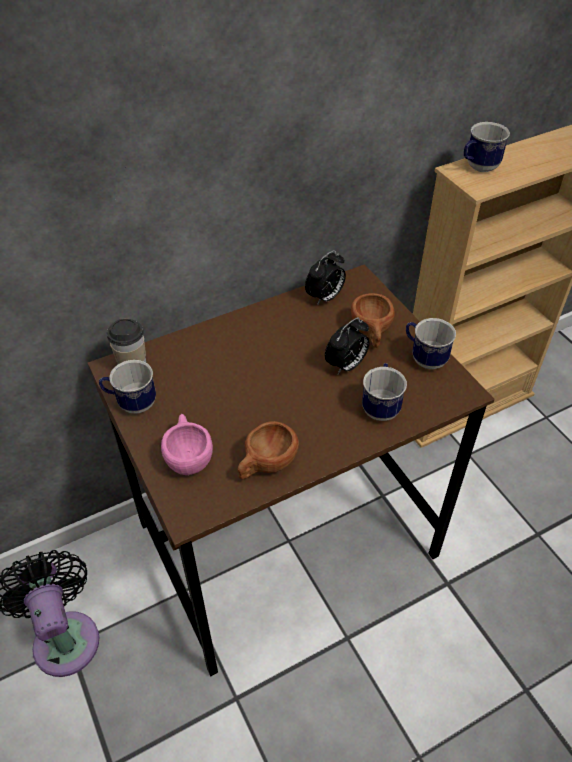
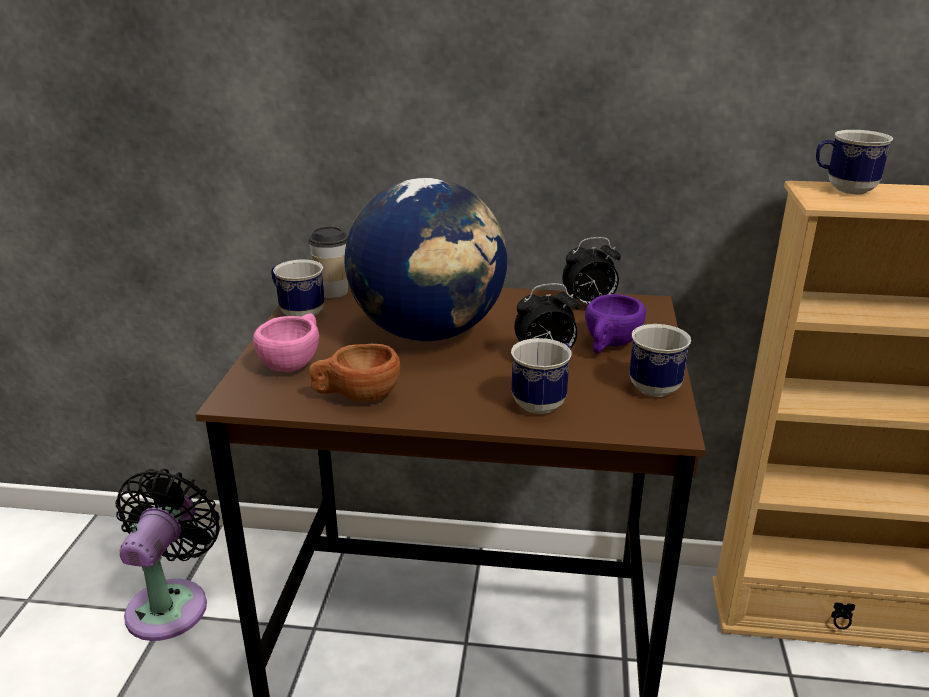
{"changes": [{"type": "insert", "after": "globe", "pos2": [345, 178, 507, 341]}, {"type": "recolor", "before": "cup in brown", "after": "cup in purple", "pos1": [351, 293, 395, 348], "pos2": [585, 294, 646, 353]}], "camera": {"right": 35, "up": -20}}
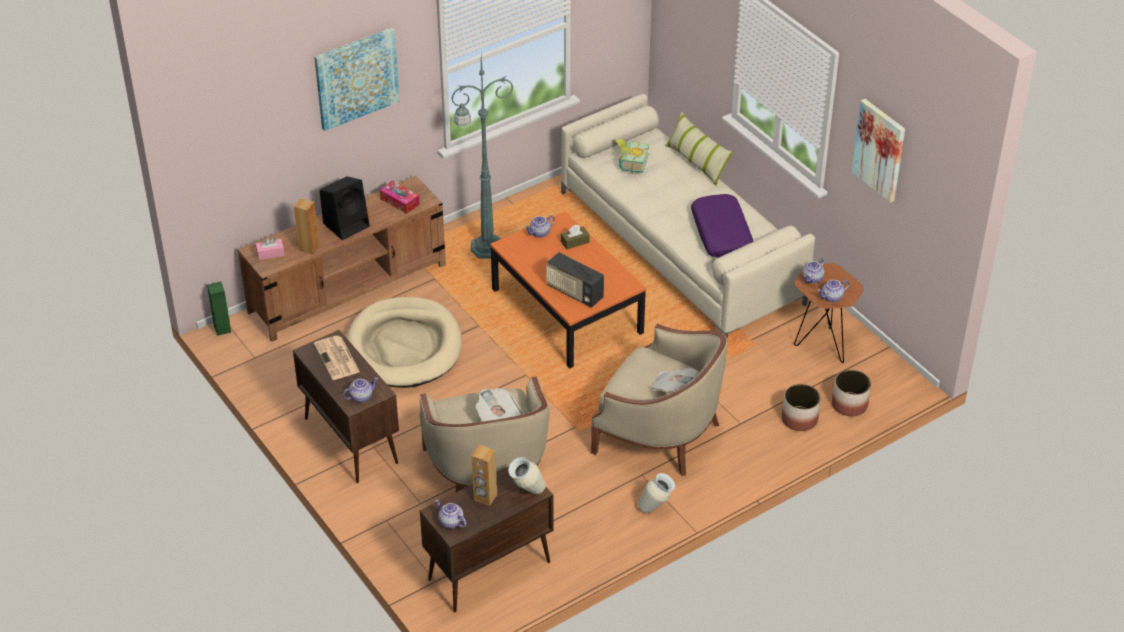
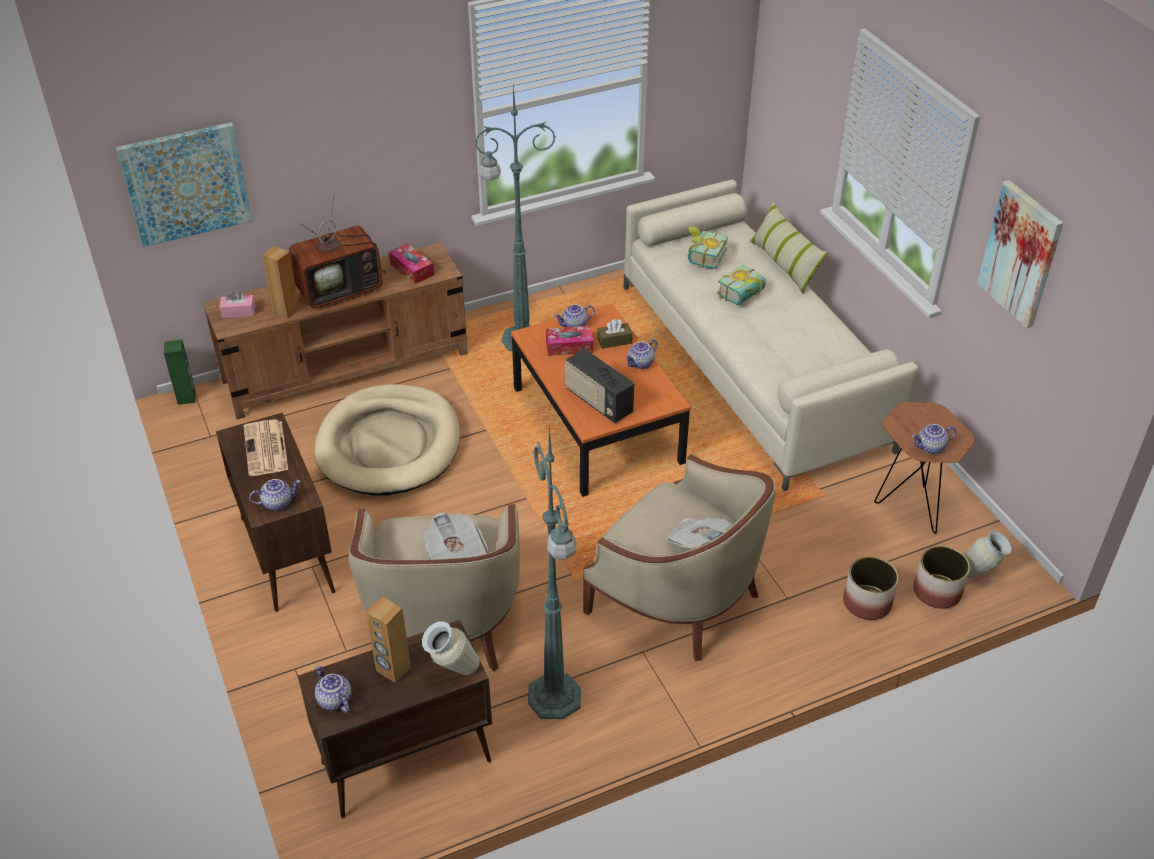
{"changes": [{"type": "move", "before": "wall art", "pos1": [314, 28, 400, 131], "pos2": [116, 122, 252, 247]}, {"type": "replace", "before": "loudspeaker in black", "after": "TV", "pos1": [320, 176, 370, 240], "pos2": [289, 194, 387, 308]}, {"type": "insert", "after": "standing lamp in green", "pos2": [528, 425, 581, 719]}, {"type": "insert", "after": "tissue holder", "pos2": [546, 326, 594, 356]}, {"type": "move", "before": "tea pot", "pos1": [802, 258, 824, 284], "pos2": [625, 339, 658, 369]}, {"type": "insert", "after": "book", "pos2": [717, 265, 766, 305]}, {"type": "move", "before": "decorative vase", "pos1": [638, 473, 675, 513], "pos2": [964, 531, 1012, 578]}, {"type": "delete", "before": "cushion in purple", "pos1": [691, 194, 753, 258]}], "camera": {"right": 10, "up": 0}}
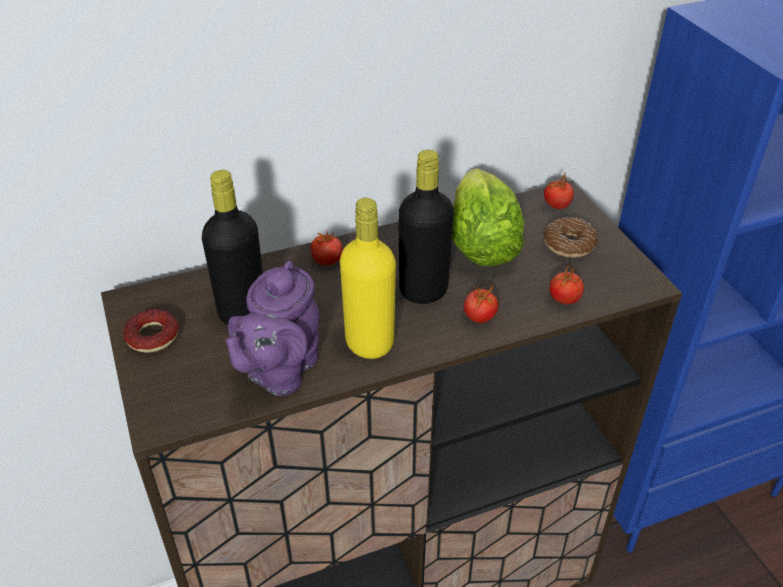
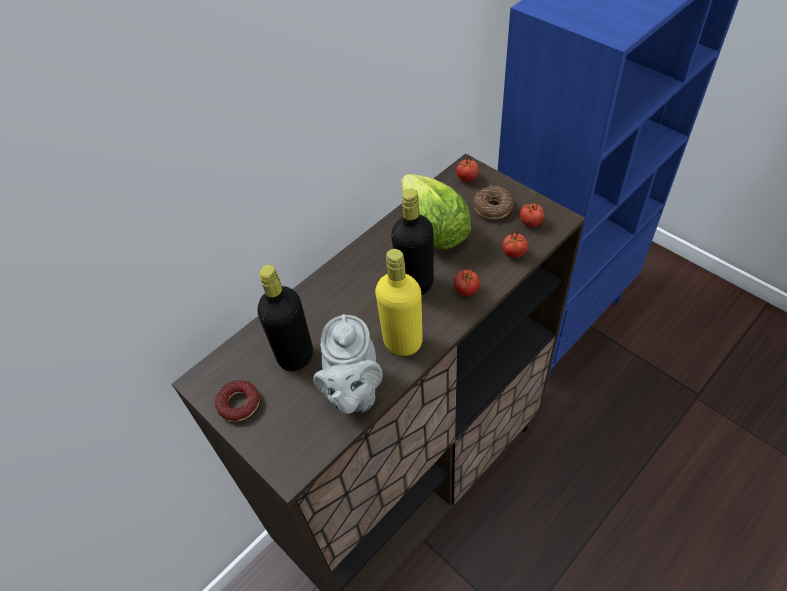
{"changes": [{"type": "recolor", "before": "tea pot in purple", "after": "tea pot in gray", "pos1": [226, 261, 320, 396], "pos2": [313, 314, 382, 414]}, {"type": "move", "before": "fresh tomato", "pos1": [311, 230, 343, 266], "pos2": [520, 201, 544, 227]}], "camera": {"right": -20, "up": 10}}
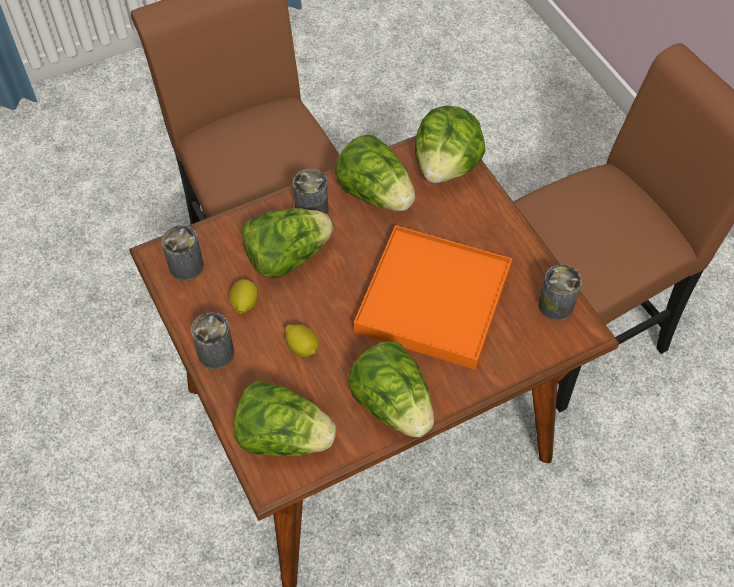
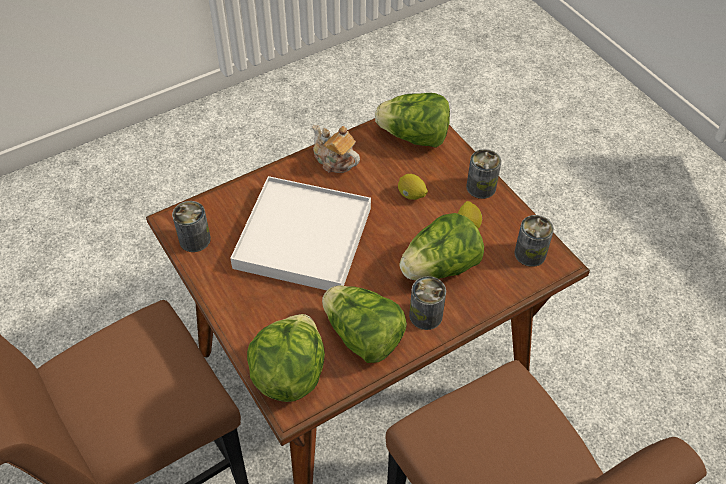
{"changes": [{"type": "recolor", "before": "tray in orange-coloured", "after": "tray in white-coloured", "pos1": [354, 225, 512, 370], "pos2": [230, 176, 371, 290]}, {"type": "replace", "before": "lettuce head", "after": "tea pot", "pos1": [348, 341, 434, 437], "pos2": [312, 125, 360, 173]}], "camera": {"right": 175, "up": -5}}
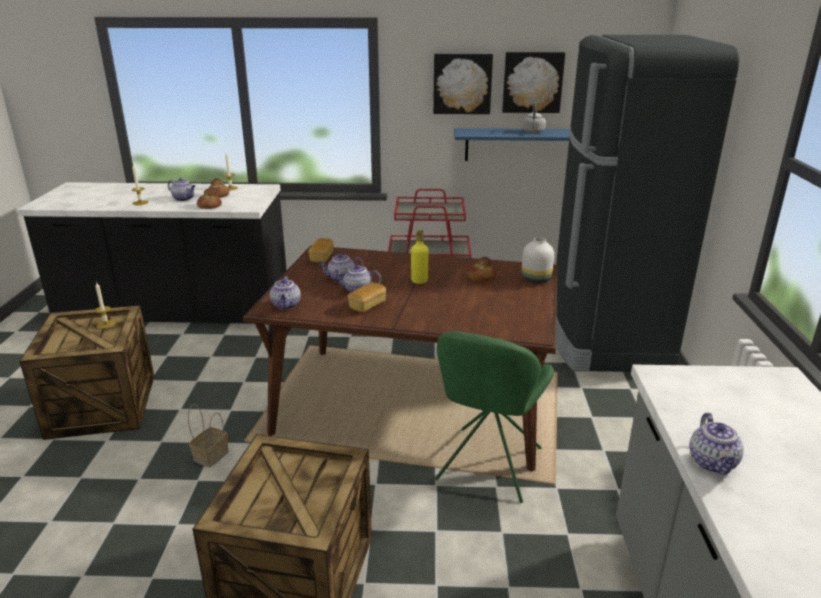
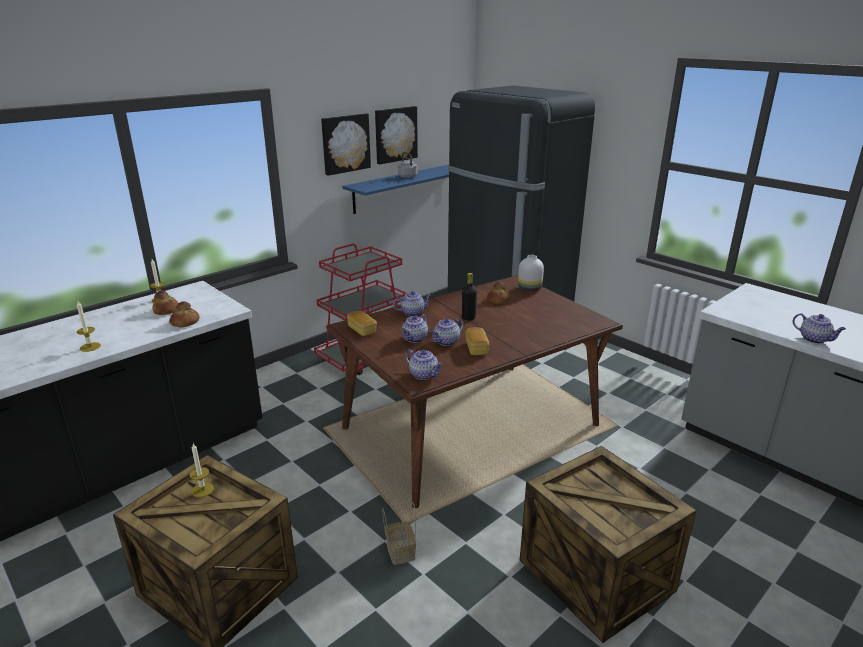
{"changes": [{"type": "move", "before": "tea pot", "pos1": [168, 178, 196, 201], "pos2": [393, 291, 432, 317]}, {"type": "recolor", "before": "beverage bottle in yellow-coloured", "after": "beverage bottle in black", "pos1": [411, 229, 429, 284], "pos2": [462, 273, 477, 321]}, {"type": "delete", "before": "plain chair in green", "pos1": [435, 331, 554, 503]}], "camera": {"right": -45, "up": 0}}
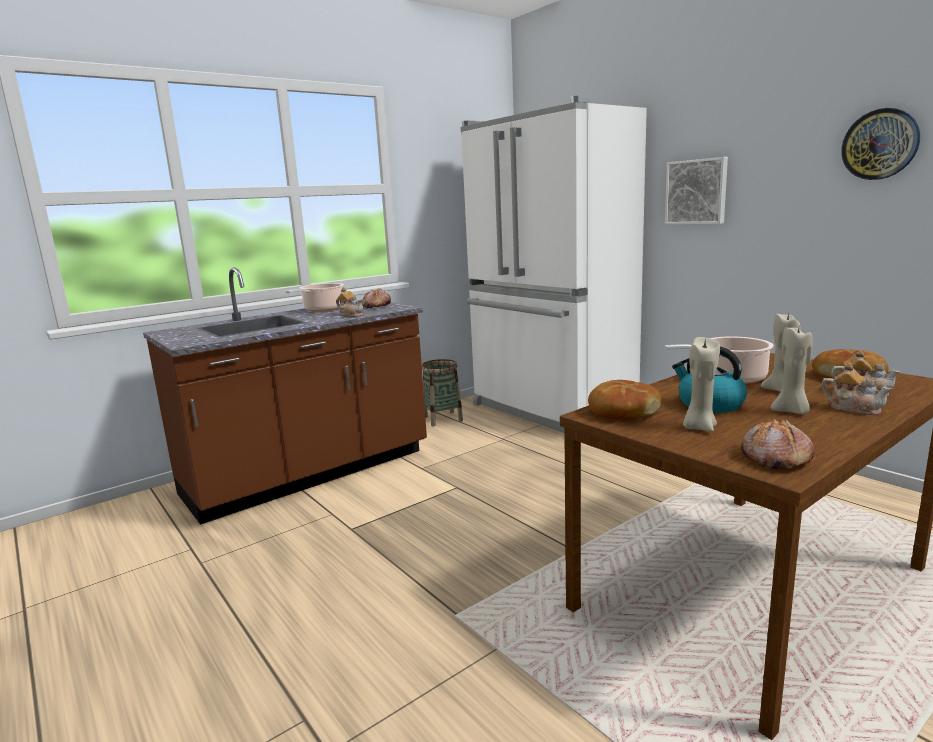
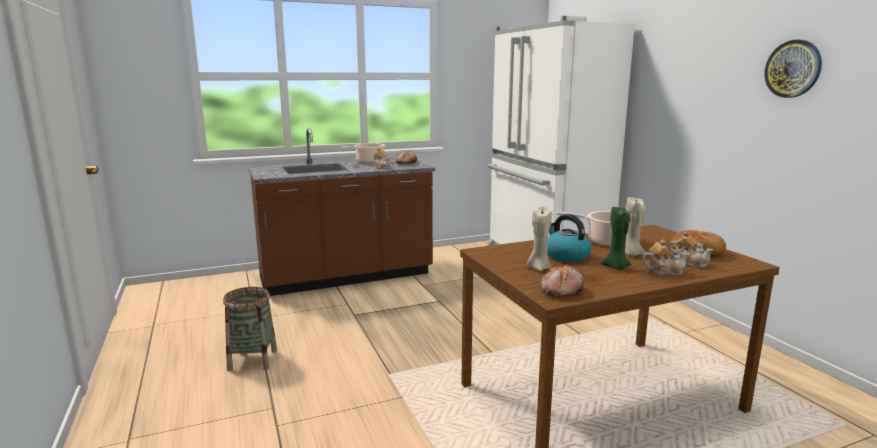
{"changes": [{"type": "move", "before": "basket", "pos1": [422, 359, 463, 426], "pos2": [223, 287, 277, 371]}, {"type": "recolor", "before": "wax light in beige-coloured", "after": "wax light in green", "pos1": [771, 328, 813, 414], "pos2": [600, 207, 632, 270]}, {"type": "rotate", "before": "tea pot", "pos1": [821, 363, 892, 415], "pos2": [642, 239, 689, 275], "turn": -60}, {"type": "delete", "before": "bakery bread", "pos1": [588, 380, 662, 420]}, {"type": "delete", "before": "wall art", "pos1": [665, 157, 728, 224]}], "camera": {"right": 15, "up": 0}}
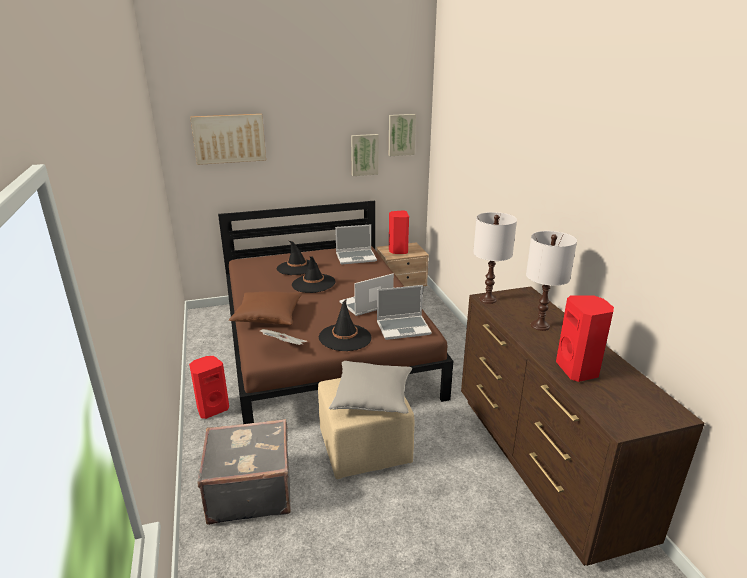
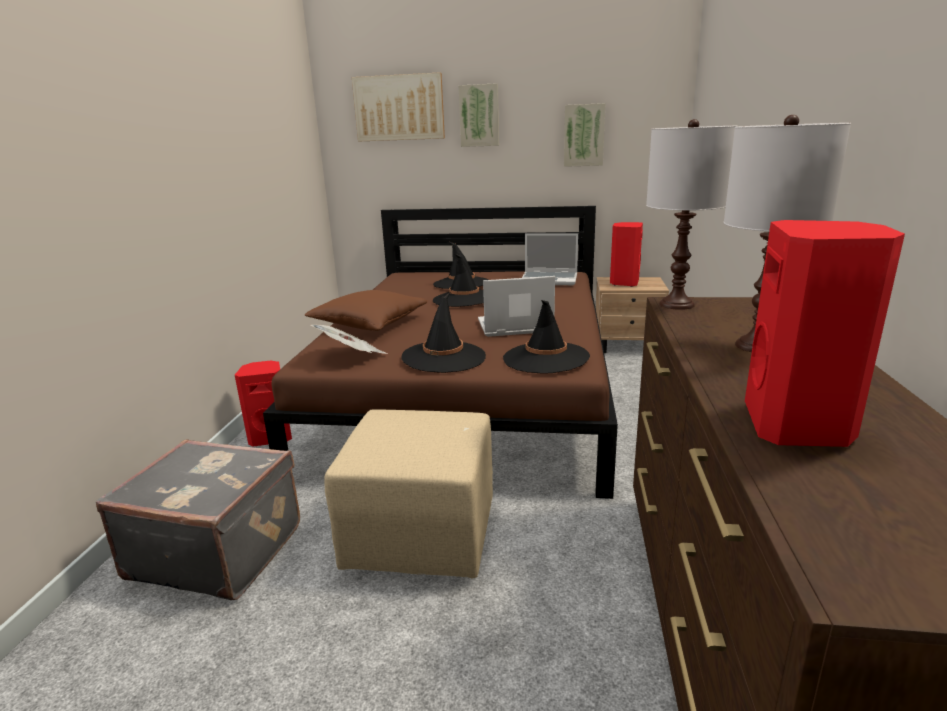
{"changes": [{"type": "move", "before": "wall art", "pos1": [389, 114, 416, 156], "pos2": [458, 83, 499, 147]}, {"type": "replace", "before": "portable computer", "after": "hat in black", "pos1": [377, 285, 432, 340], "pos2": [503, 300, 590, 374]}, {"type": "delete", "before": "cushion in gray", "pos1": [329, 361, 412, 414]}], "camera": {"right": 25, "up": -5}}
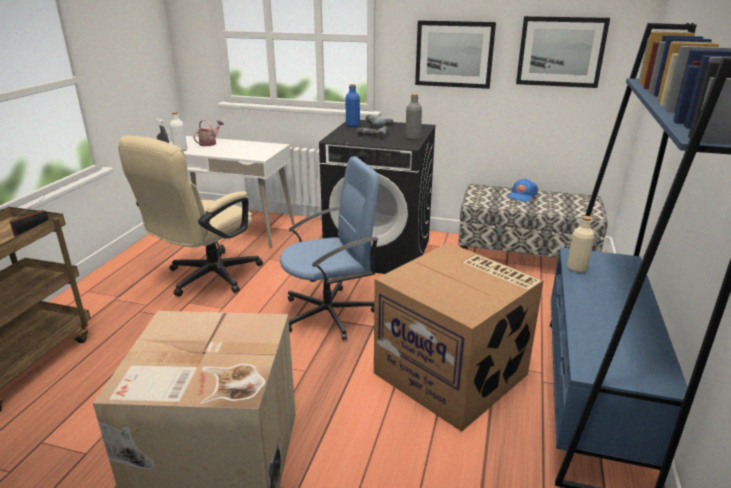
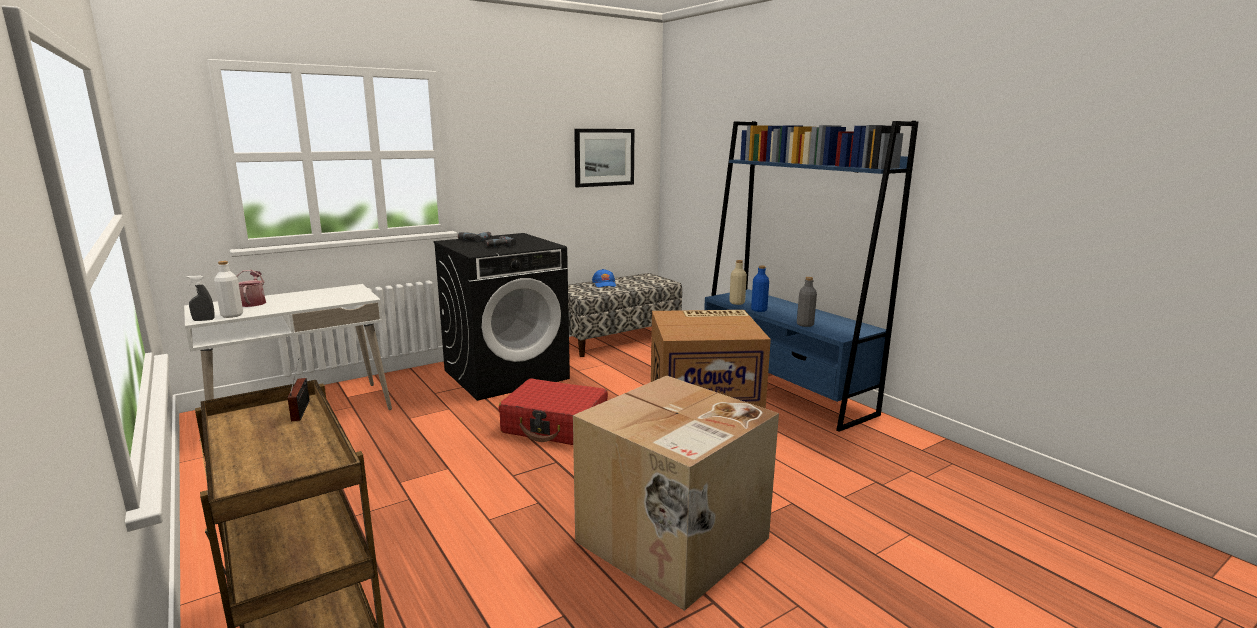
{"changes": [{"type": "replace", "before": "computer chair in bluish", "after": "travel case in red-coloured", "pos1": [280, 156, 379, 340], "pos2": [498, 378, 608, 445]}, {"type": "move", "before": "beverage bottle in bluish", "pos1": [345, 84, 360, 127], "pos2": [751, 265, 769, 312]}, {"type": "move", "before": "beverage bottle in gray", "pos1": [405, 94, 422, 140], "pos2": [797, 277, 817, 327]}, {"type": "delete", "before": "computer chair in beige-coloured", "pos1": [118, 135, 263, 296]}, {"type": "delete", "before": "wall art", "pos1": [415, 20, 496, 89]}], "camera": {"right": -50, "up": -10}}
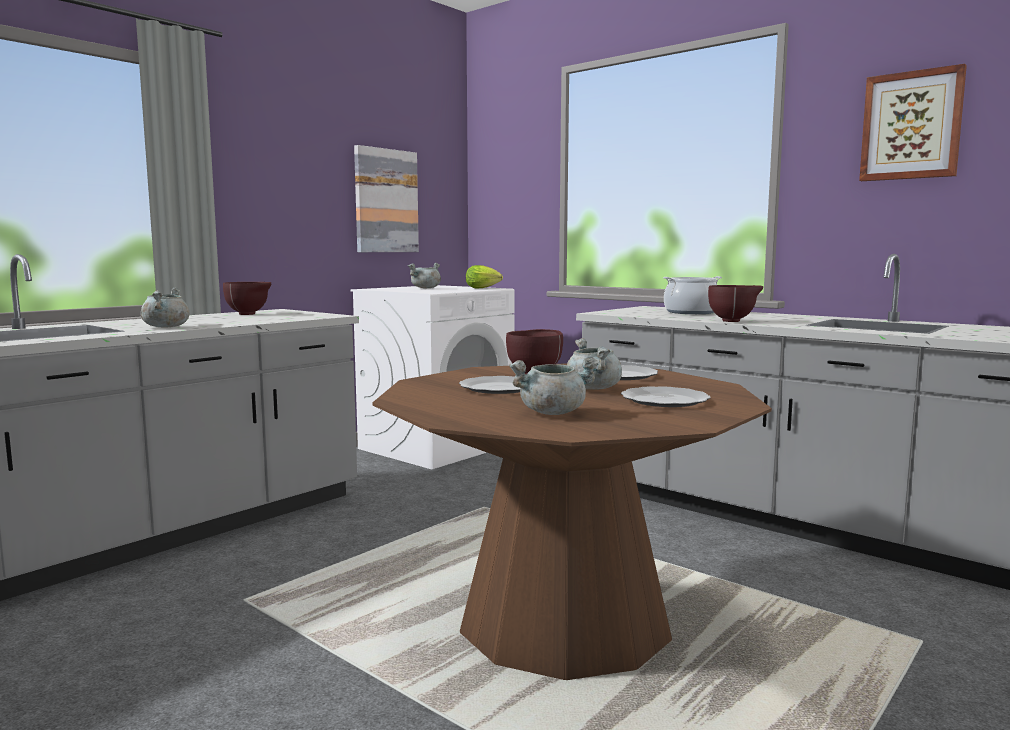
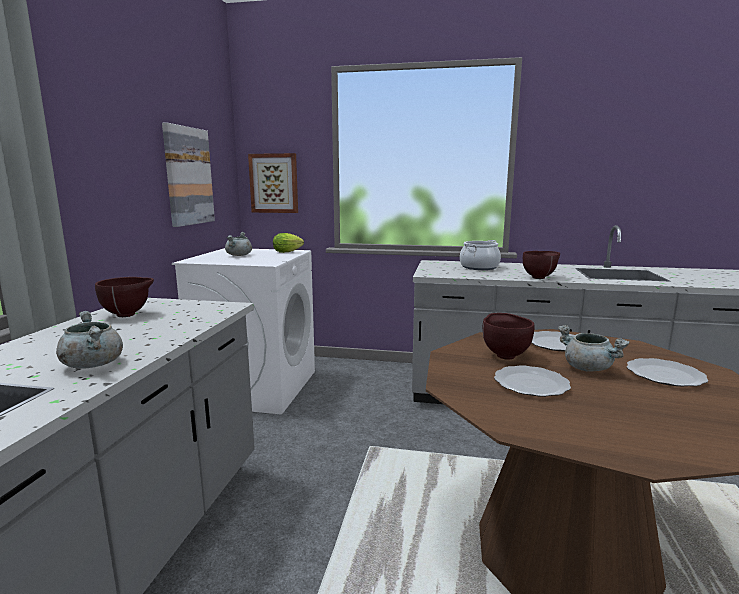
{"changes": [{"type": "move", "before": "wall art", "pos1": [859, 64, 967, 181], "pos2": [248, 153, 298, 213]}, {"type": "delete", "before": "cooking pot in gray", "pos1": [509, 357, 600, 415]}], "camera": {"right": -30, "up": 5}}
